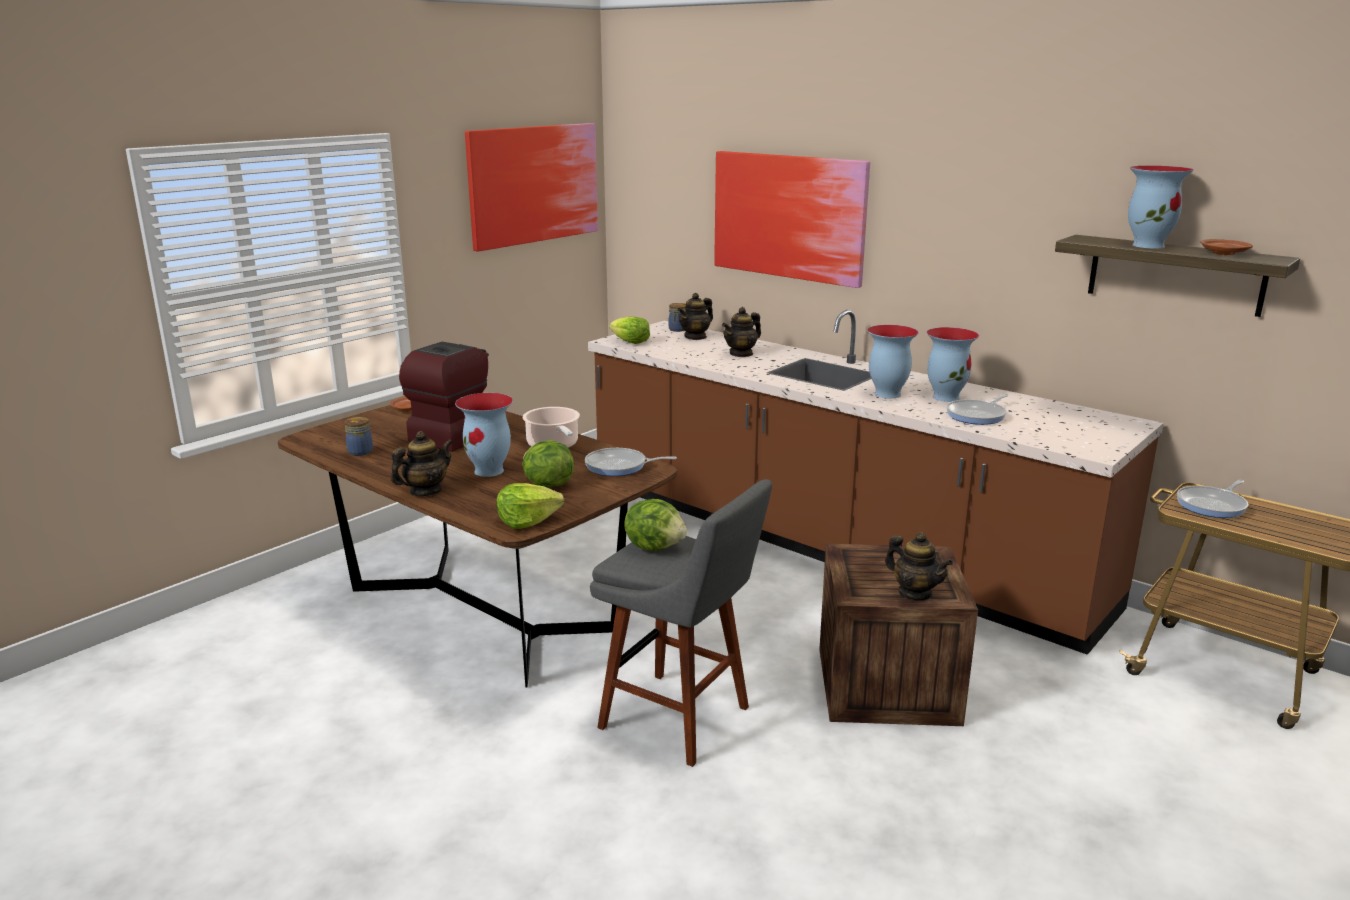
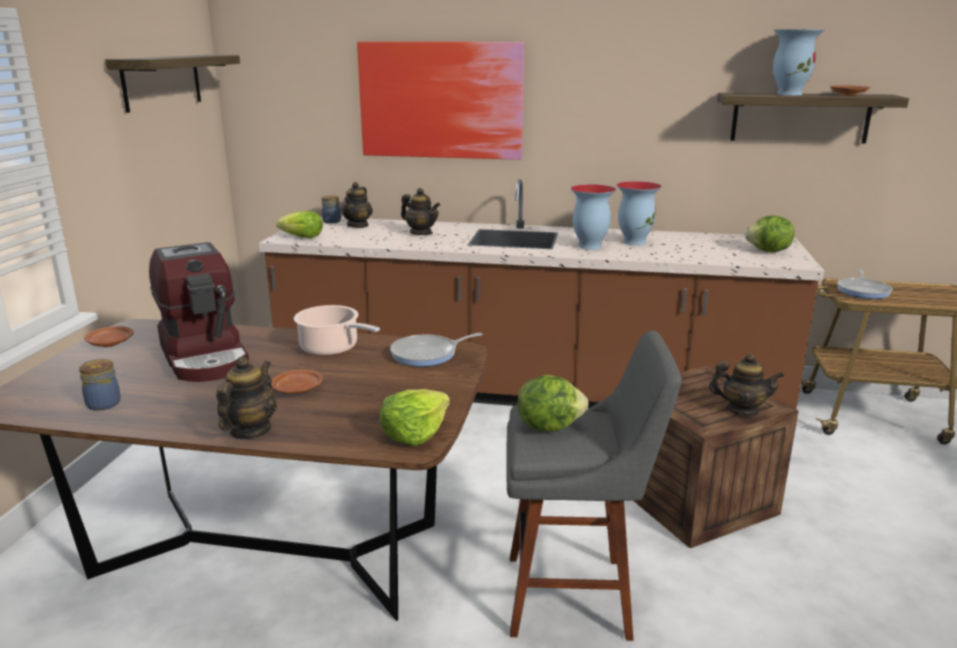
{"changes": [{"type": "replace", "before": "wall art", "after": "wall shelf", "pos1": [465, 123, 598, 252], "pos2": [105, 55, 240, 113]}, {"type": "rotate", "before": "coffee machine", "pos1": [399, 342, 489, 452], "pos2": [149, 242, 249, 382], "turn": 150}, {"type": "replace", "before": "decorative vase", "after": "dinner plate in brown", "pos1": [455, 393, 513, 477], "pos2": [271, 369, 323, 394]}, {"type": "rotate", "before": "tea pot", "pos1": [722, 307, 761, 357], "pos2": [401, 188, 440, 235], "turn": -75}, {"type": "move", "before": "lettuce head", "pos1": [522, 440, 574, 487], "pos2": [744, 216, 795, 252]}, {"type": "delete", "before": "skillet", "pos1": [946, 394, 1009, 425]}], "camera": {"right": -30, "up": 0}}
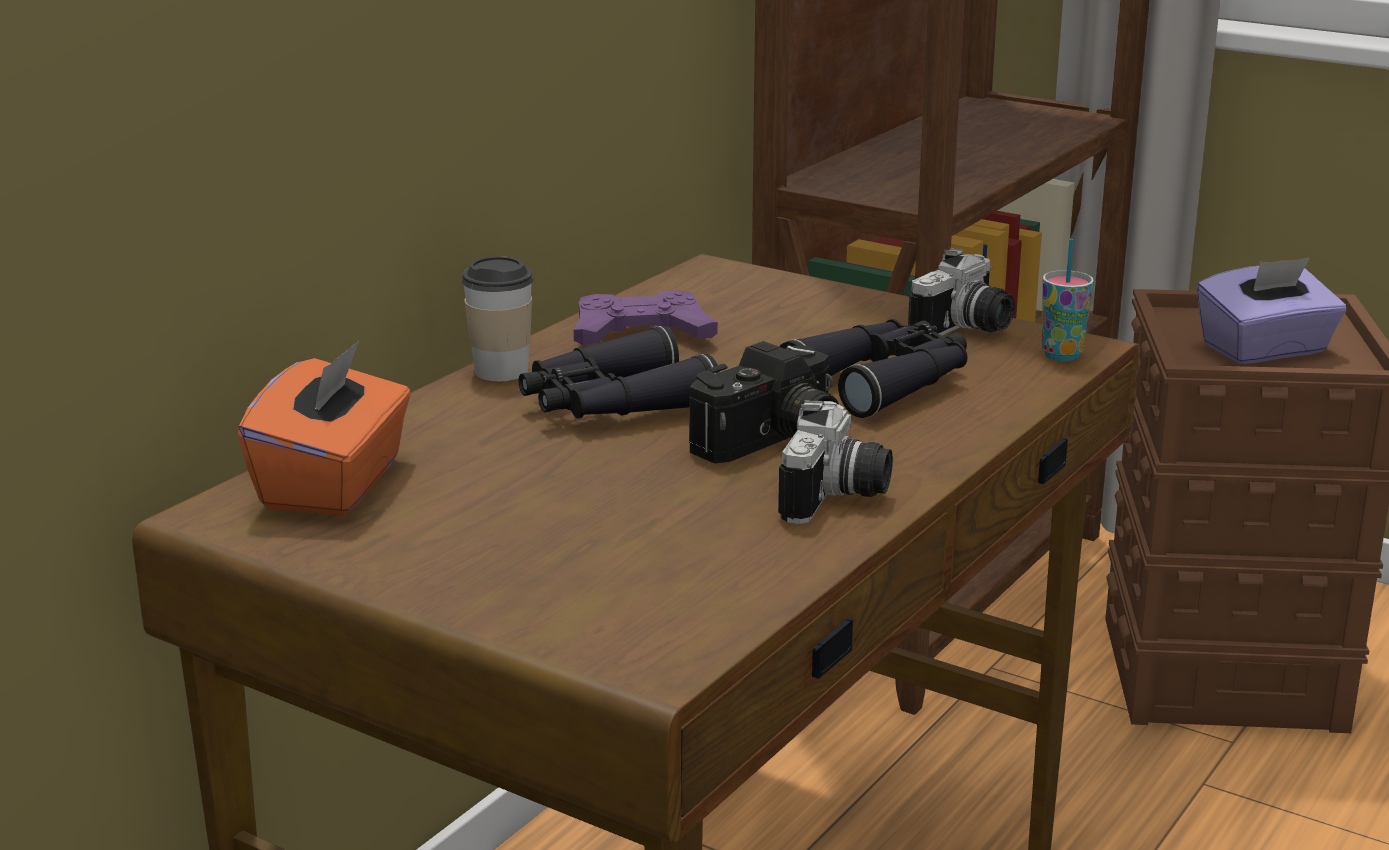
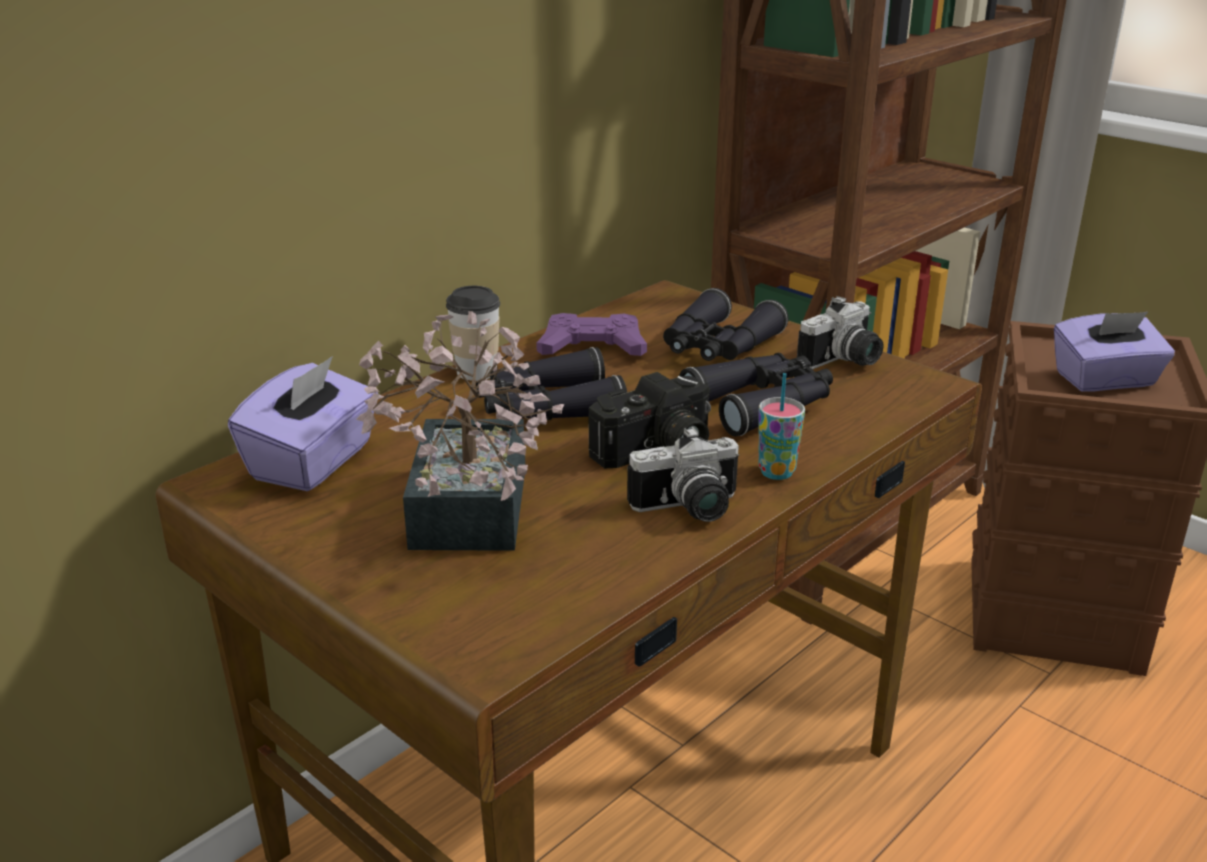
{"changes": [{"type": "recolor", "before": "tissue holder in orange-coloured", "after": "tissue holder in purple", "pos1": [238, 341, 411, 516], "pos2": [228, 356, 378, 491]}, {"type": "insert", "after": "potted plant", "pos2": [356, 311, 564, 551]}, {"type": "rotate", "before": "still camera", "pos1": [778, 401, 893, 524], "pos2": [627, 427, 739, 522], "turn": 45}, {"type": "insert", "after": "binoculars in black", "pos2": [663, 288, 788, 361]}, {"type": "move", "before": "cup", "pos1": [1042, 239, 1094, 361], "pos2": [759, 373, 805, 480]}], "camera": {"right": 10, "up": 5}}
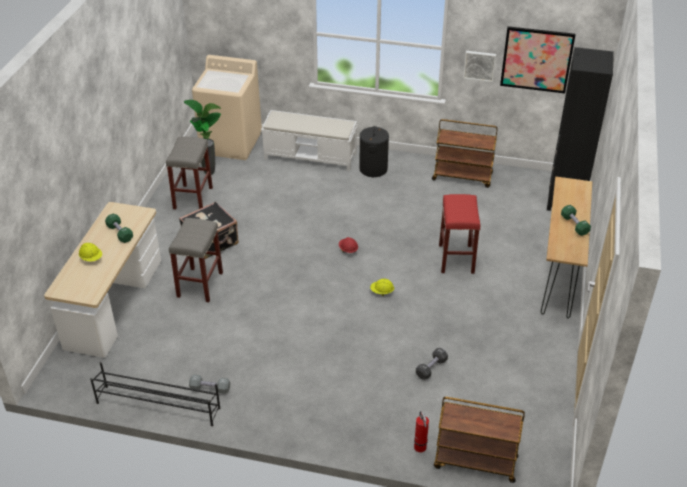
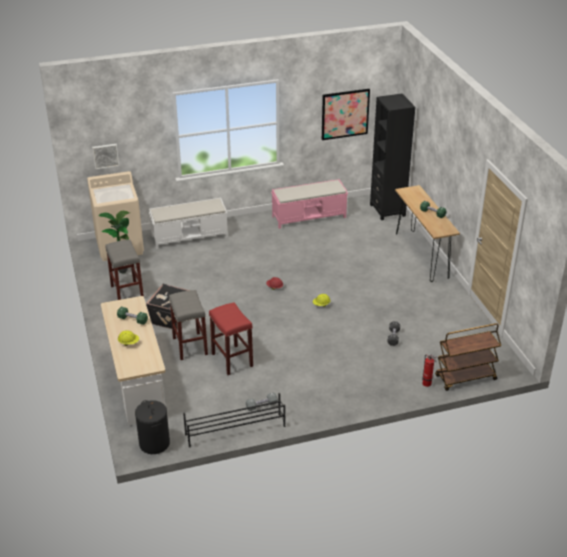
{"changes": [{"type": "move", "before": "wall art", "pos1": [463, 51, 496, 82], "pos2": [92, 144, 119, 169]}, {"type": "move", "before": "laundry basket in black", "pos1": [359, 126, 389, 177], "pos2": [135, 400, 170, 454]}, {"type": "move", "before": "sitting stool in red-coloured", "pos1": [439, 194, 480, 274], "pos2": [209, 302, 253, 375]}, {"type": "replace", "before": "trolley in brown", "after": "bench in pink-coloured", "pos1": [432, 119, 497, 188], "pos2": [271, 179, 348, 229]}], "camera": {"right": -30, "up": -5}}
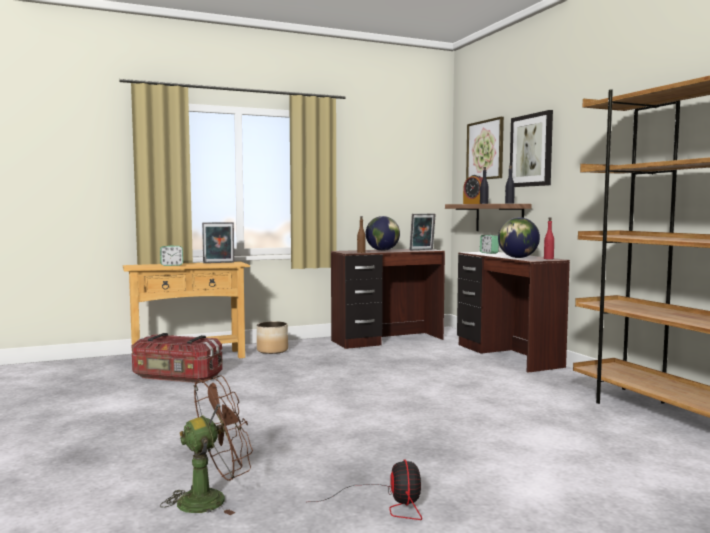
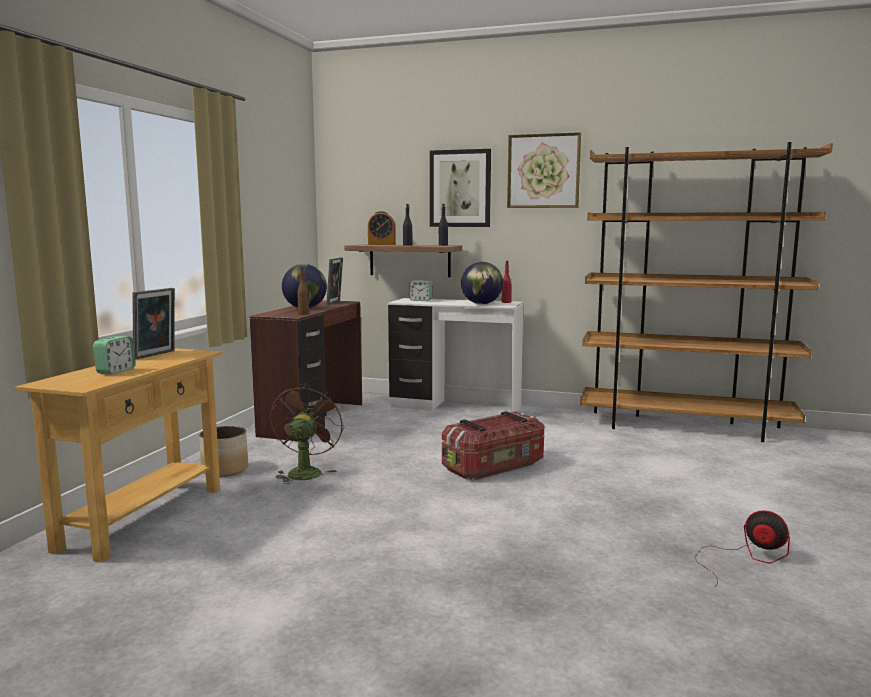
{"changes": [{"type": "move", "before": "fan in brown", "pos1": [160, 375, 253, 515], "pos2": [270, 383, 344, 484]}, {"type": "recolor", "before": "desk unit in brown", "after": "desk unit in white-coloured", "pos1": [457, 252, 570, 373], "pos2": [388, 298, 523, 413]}, {"type": "move", "before": "storage container", "pos1": [132, 333, 223, 383], "pos2": [442, 411, 544, 480]}, {"type": "move", "before": "wall art", "pos1": [466, 117, 504, 180], "pos2": [507, 132, 581, 208]}], "camera": {"right": -50, "up": 5}}
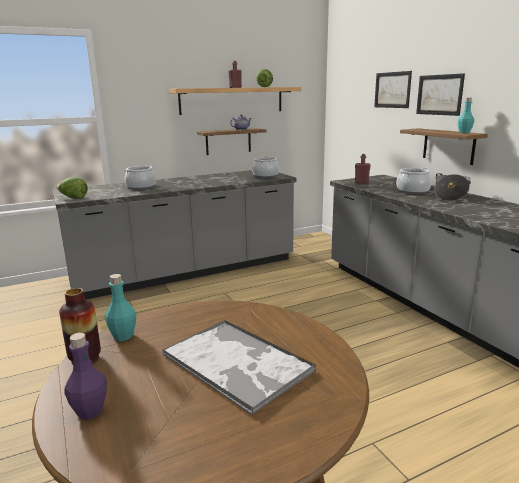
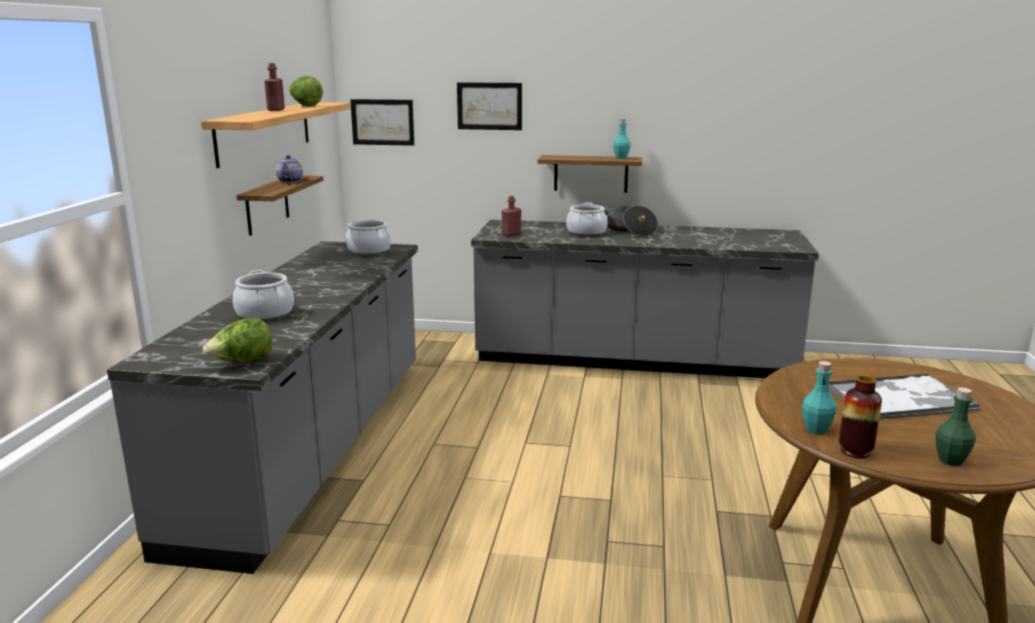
{"changes": [{"type": "move", "before": "wall art", "pos1": [416, 73, 465, 116], "pos2": [350, 99, 414, 146]}, {"type": "recolor", "before": "beverage bottle in purple", "after": "beverage bottle in green", "pos1": [65, 333, 107, 420], "pos2": [935, 388, 976, 466]}], "camera": {"right": -55, "up": 0}}
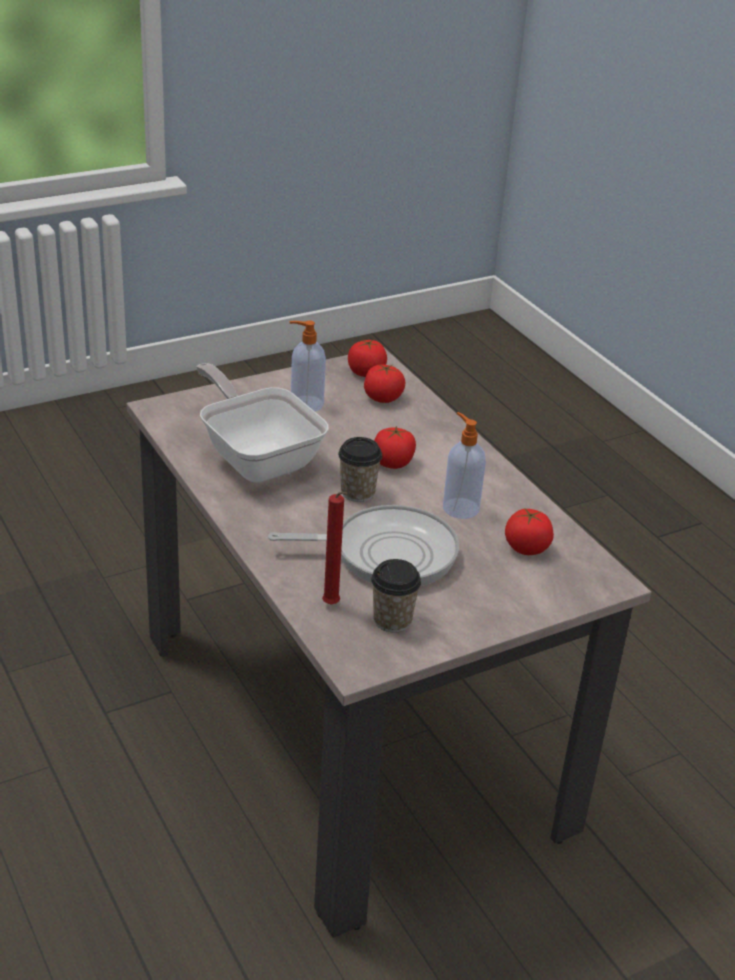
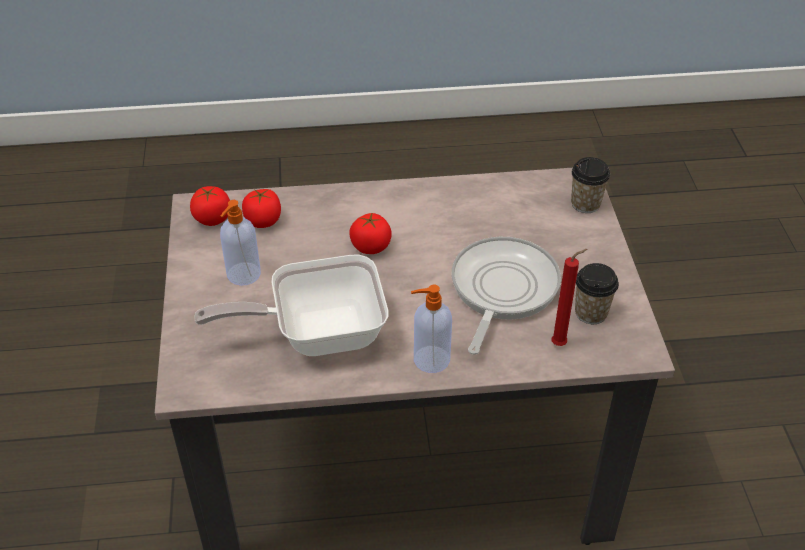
{"changes": [{"type": "move", "before": "liquid soap bottle", "pos1": [443, 412, 486, 519], "pos2": [411, 285, 452, 373]}, {"type": "move", "before": "cup", "pos1": [338, 437, 382, 502], "pos2": [571, 157, 610, 213]}, {"type": "delete", "before": "fresh tomato", "pos1": [505, 508, 554, 555]}], "camera": {"right": -65, "up": 10}}
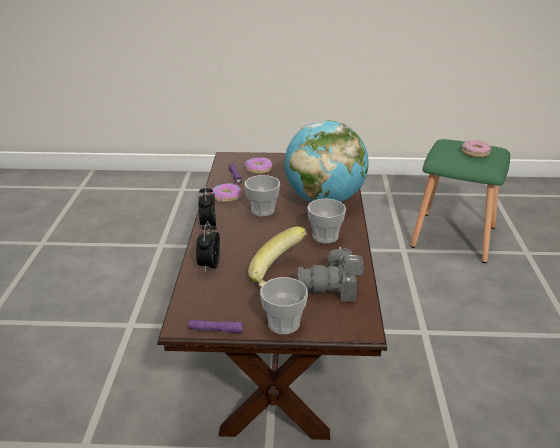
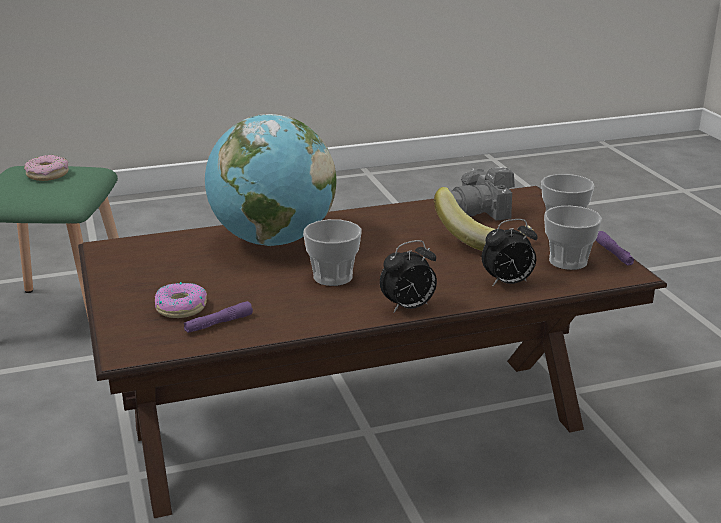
{"changes": [{"type": "rotate", "before": "still camera", "pos1": [298, 247, 363, 301], "pos2": [451, 167, 515, 221], "turn": 90}, {"type": "move", "before": "cup", "pos1": [307, 198, 346, 243], "pos2": [544, 206, 602, 270]}, {"type": "delete", "before": "donut", "pos1": [211, 183, 241, 203]}], "camera": {"right": -110, "up": -5}}
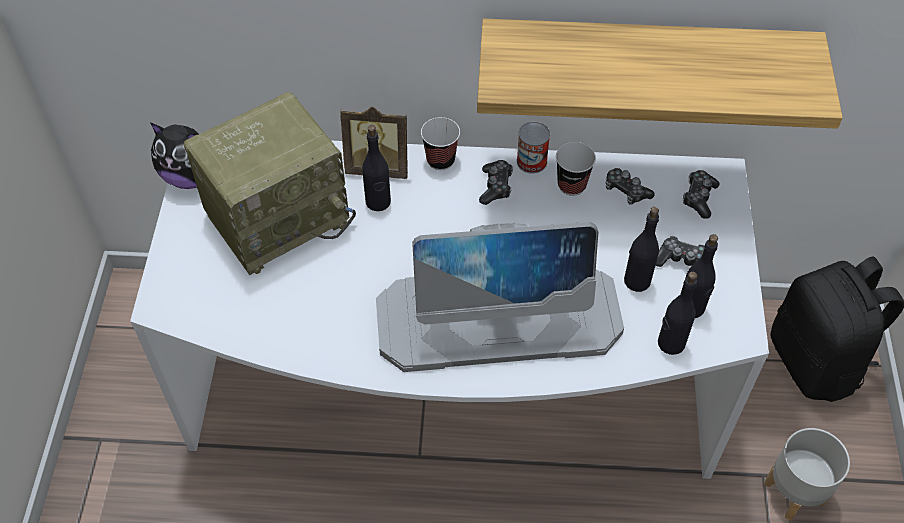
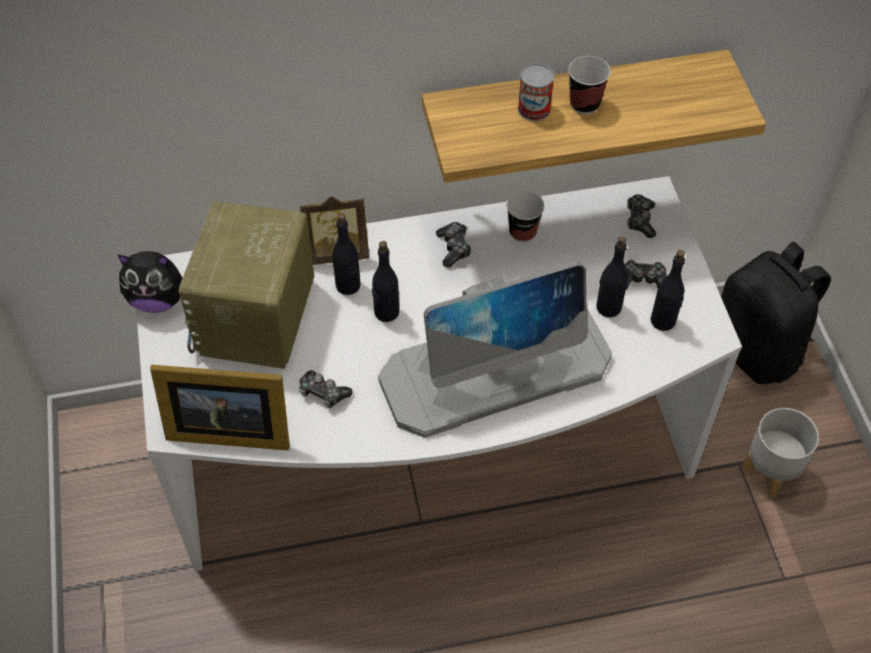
{"changes": [{"type": "insert", "after": "picture frame", "pos2": [150, 365, 290, 450]}, {"type": "rotate", "before": "radio set", "pos1": [184, 92, 356, 275], "pos2": [179, 201, 314, 369], "turn": 150}, {"type": "move", "before": "gamepad", "pos1": [606, 168, 655, 205], "pos2": [299, 370, 352, 408]}, {"type": "move", "before": "beverage bottle in black", "pos1": [658, 272, 697, 355], "pos2": [372, 241, 399, 322]}, {"type": "move", "before": "sealed can", "pos1": [517, 121, 550, 174], "pos2": [518, 63, 554, 121]}, {"type": "move", "before": "cup", "pos1": [421, 117, 460, 170], "pos2": [568, 56, 611, 114]}], "camera": {"right": -15, "up": 0}}
